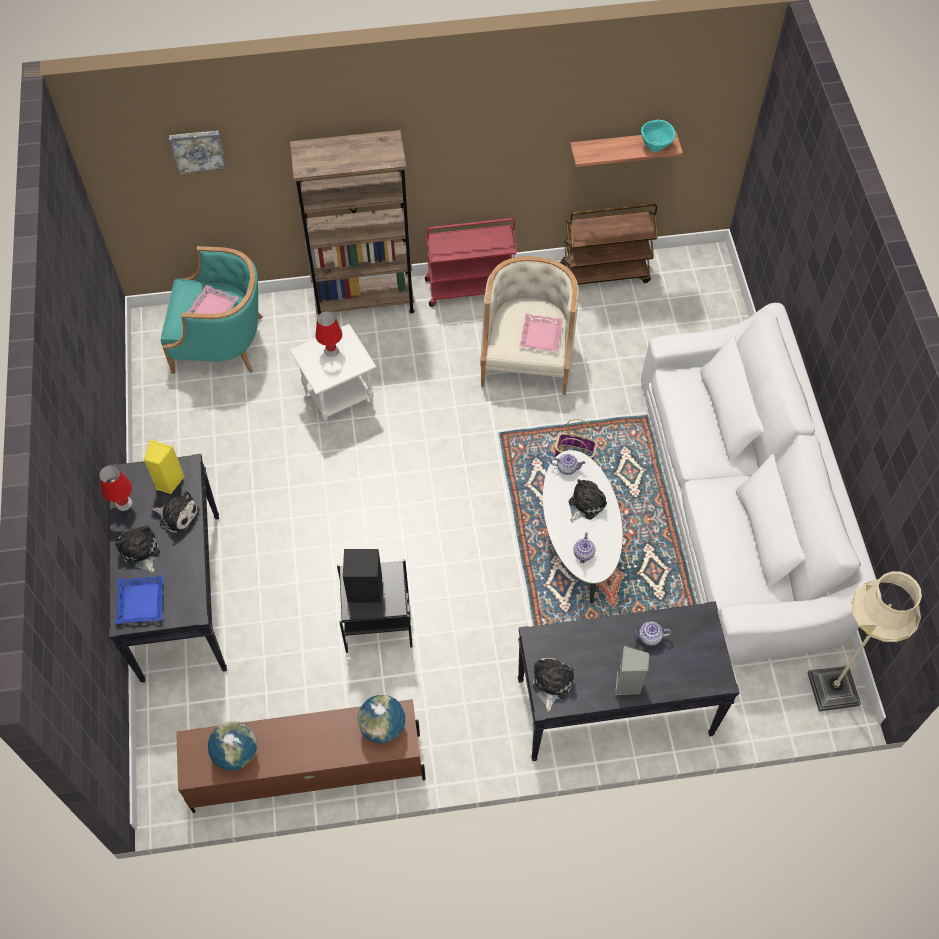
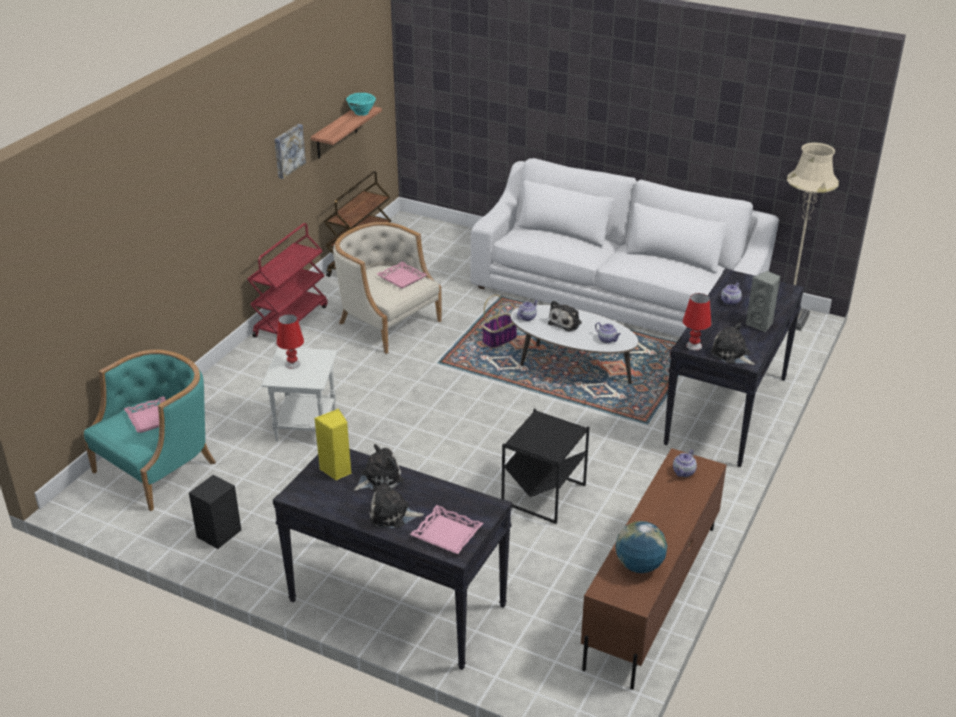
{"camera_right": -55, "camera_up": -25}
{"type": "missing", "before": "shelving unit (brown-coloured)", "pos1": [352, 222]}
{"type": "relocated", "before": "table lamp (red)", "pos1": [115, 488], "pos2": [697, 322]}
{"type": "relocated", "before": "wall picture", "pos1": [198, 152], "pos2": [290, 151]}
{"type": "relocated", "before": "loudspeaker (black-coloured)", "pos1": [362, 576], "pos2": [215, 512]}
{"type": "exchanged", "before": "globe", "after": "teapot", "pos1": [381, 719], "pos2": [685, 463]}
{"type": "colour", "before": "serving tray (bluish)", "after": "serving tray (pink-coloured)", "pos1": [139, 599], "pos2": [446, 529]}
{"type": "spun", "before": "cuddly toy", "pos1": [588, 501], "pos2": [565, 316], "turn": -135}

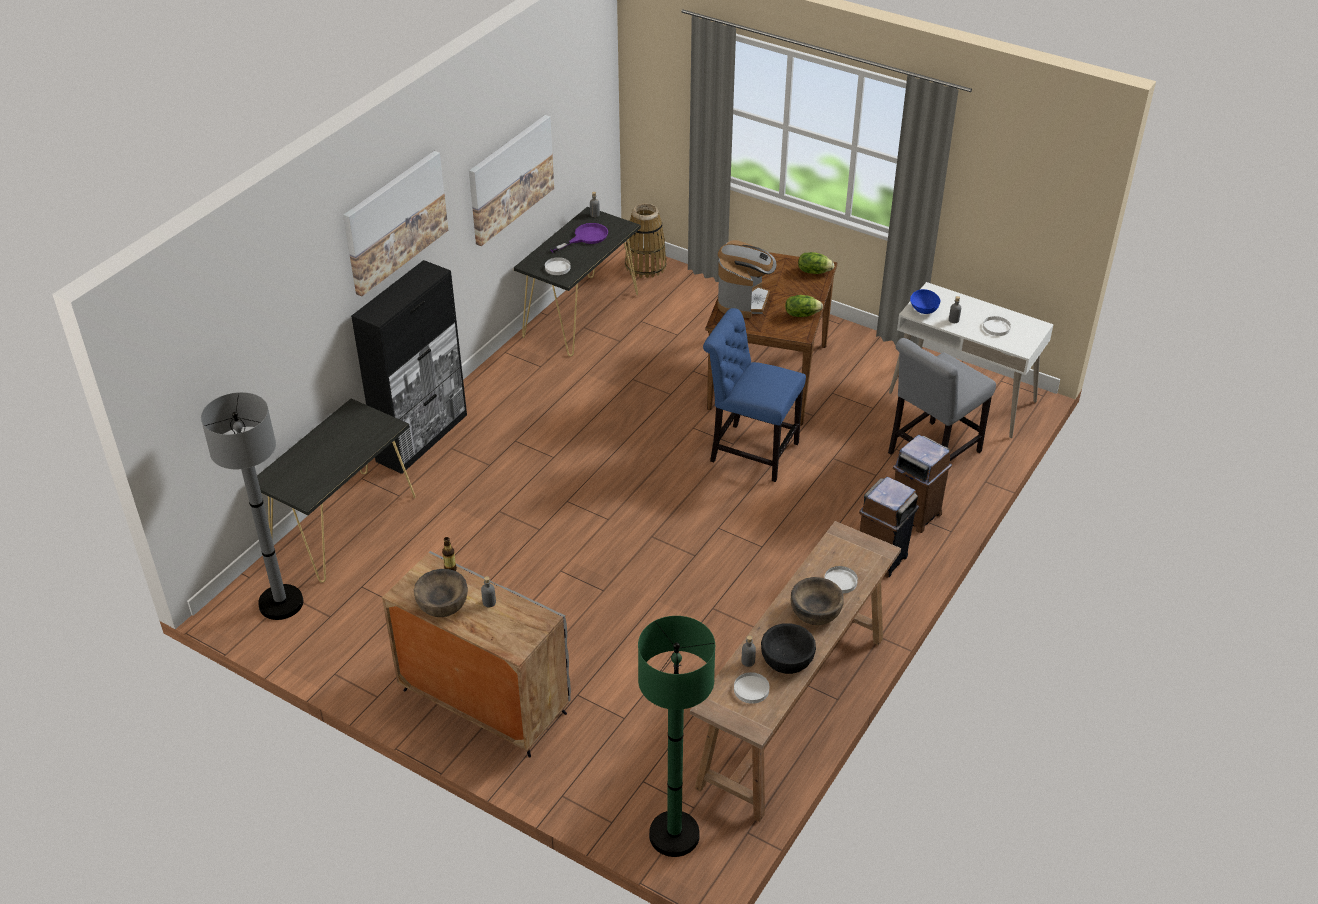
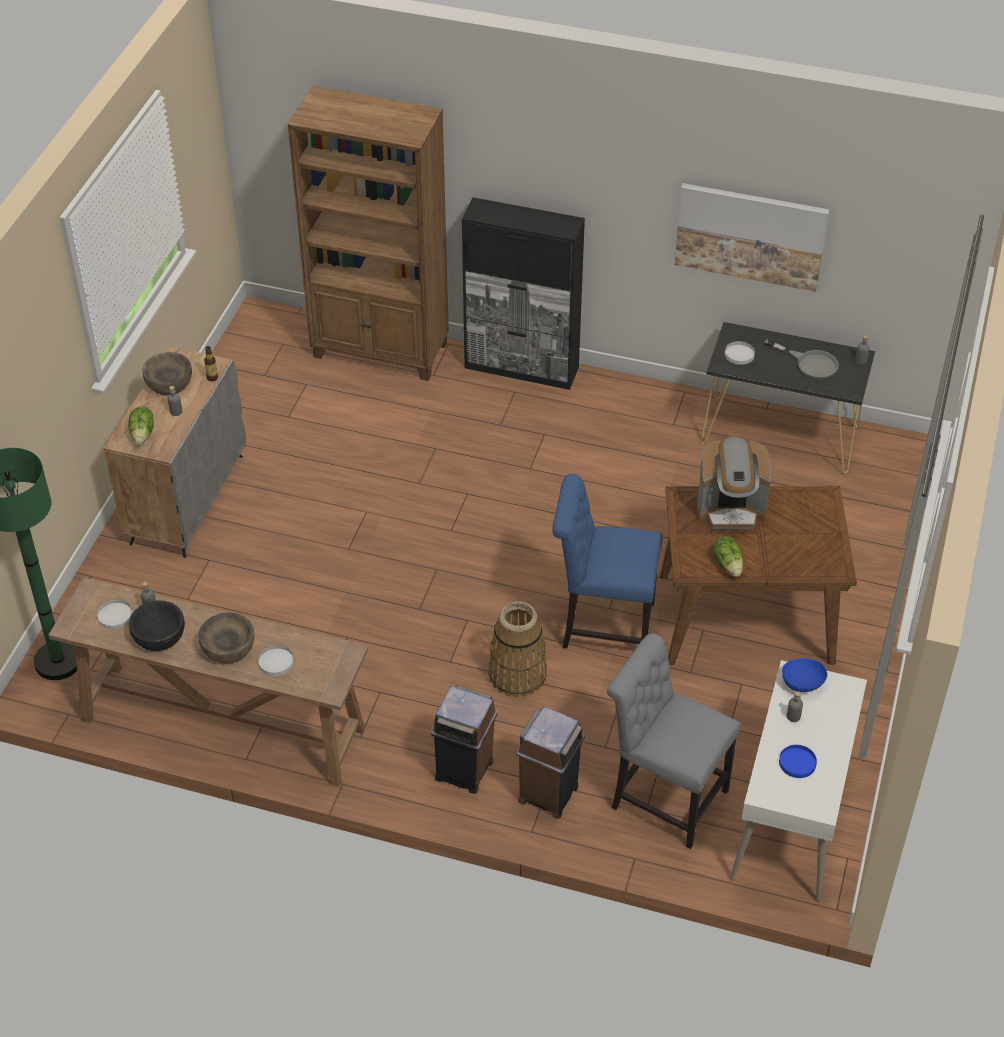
{"camera_right": 75, "camera_up": 5}
{"type": "missing", "before": "standard lamp (greyish)", "pos1": [252, 506]}
{"type": "missing", "before": "wall picture", "pos1": [395, 224]}
{"type": "relocated", "before": "basket", "pos1": [645, 240], "pos2": [517, 649]}
{"type": "relocated", "before": "lettuce", "pos1": [816, 263], "pos2": [141, 425]}
{"type": "exchanged", "before": "console table (black-coloured)", "after": "shelving unit (brown-coloured)", "pos1": [336, 490], "pos2": [368, 233]}
{"type": "colour", "before": "skillet (purplish)", "after": "skillet (greyish)", "pos1": [579, 238], "pos2": [801, 359]}
{"type": "colour", "before": "flat dish (whitish)", "after": "flat dish (bluish)", "pos1": [997, 326], "pos2": [798, 761]}
{"type": "spun", "before": "upright chair (bluish)", "pos1": [754, 395], "pos2": [607, 561], "turn": -90}

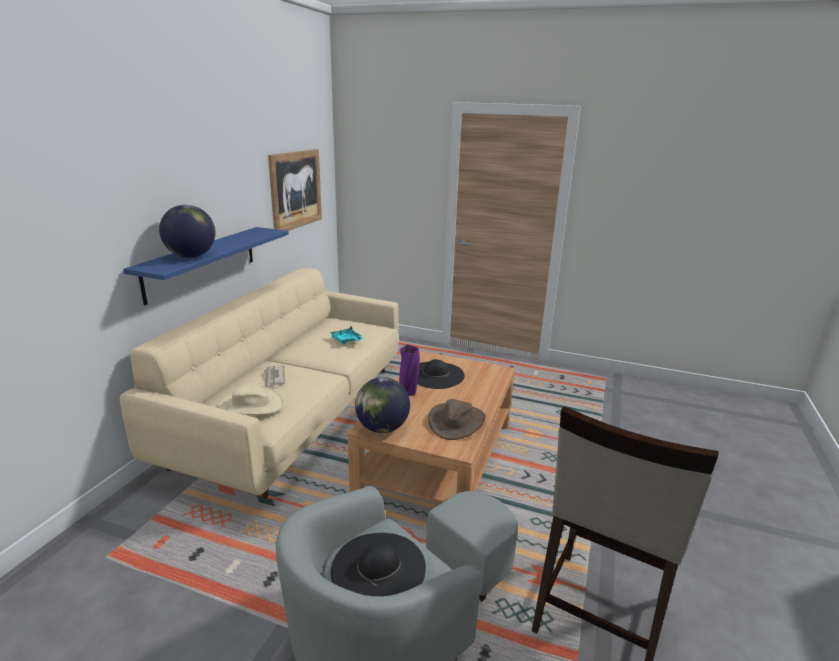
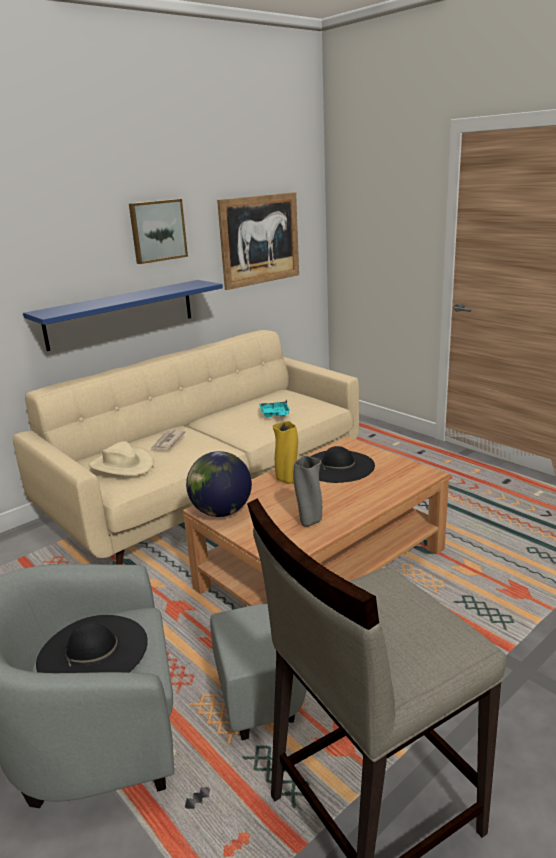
{"camera_right": 30, "camera_up": 0}
{"type": "missing", "before": "globe", "pos1": [187, 231]}
{"type": "appeared", "after": "wall picture", "pos2": [158, 231]}
{"type": "exchanged", "before": "wearable hat (brown-coloured)", "after": "vase (greyish)", "pos1": [457, 419], "pos2": [307, 491]}
{"type": "colour", "before": "vase (purplish)", "after": "vase (yellowish)", "pos1": [409, 370], "pos2": [285, 452]}

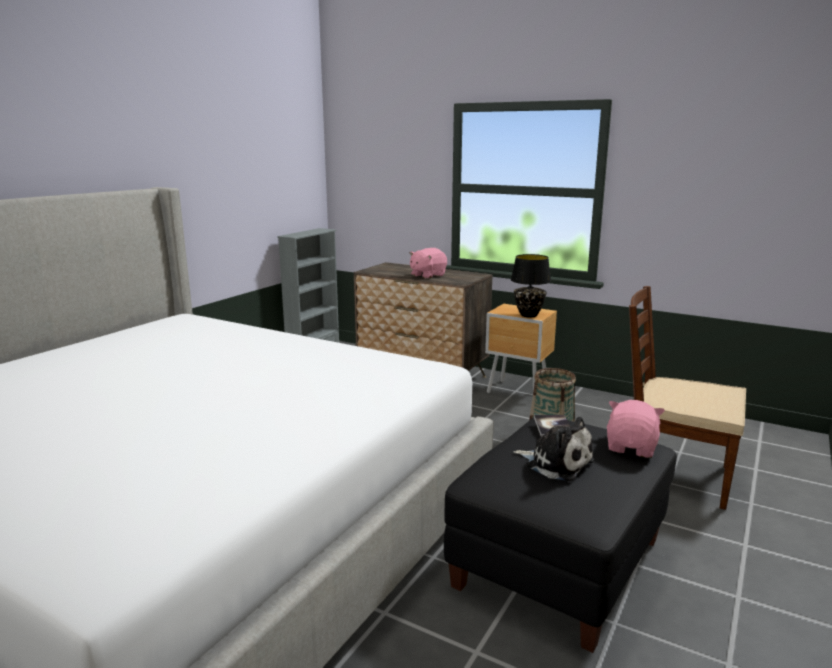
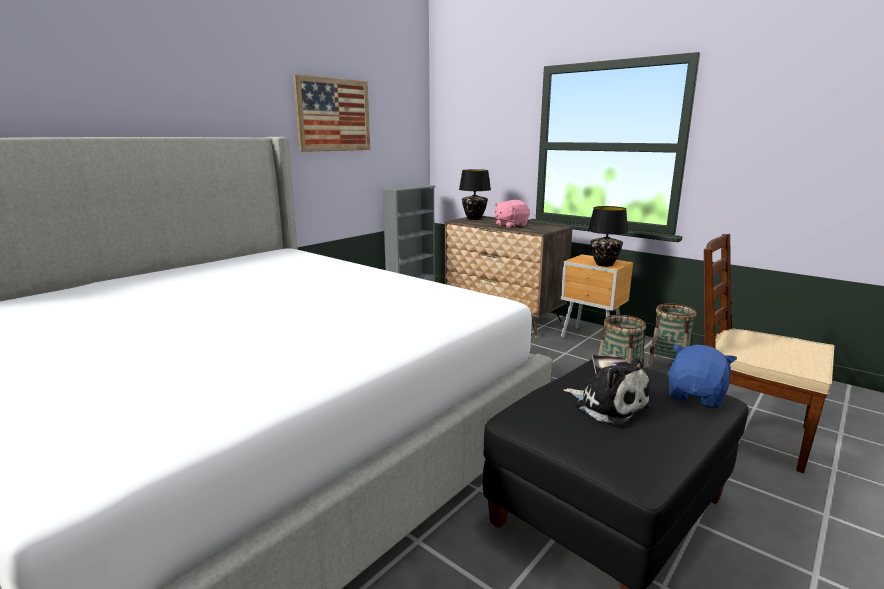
{"camera_right": 10, "camera_up": 0}
{"type": "appeared", "after": "wall picture", "pos2": [331, 113]}
{"type": "appeared", "after": "table lamp (black-coloured)", "pos2": [475, 194]}
{"type": "appeared", "after": "basket", "pos2": [671, 335]}
{"type": "colour", "before": "cuddly toy (pink-coloured)", "after": "cuddly toy (bluish)", "pos1": [636, 429], "pos2": [702, 377]}

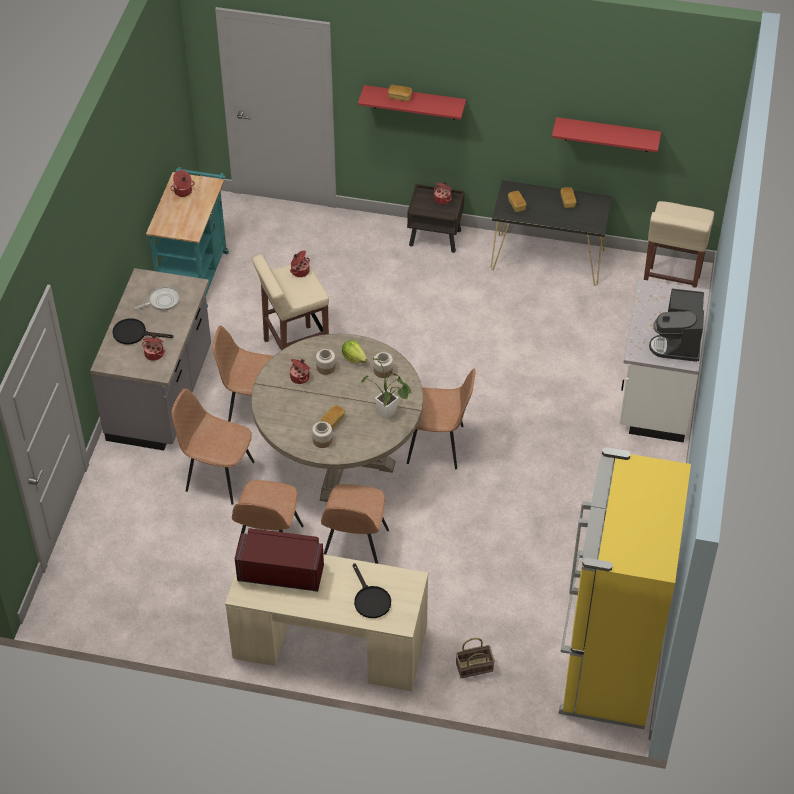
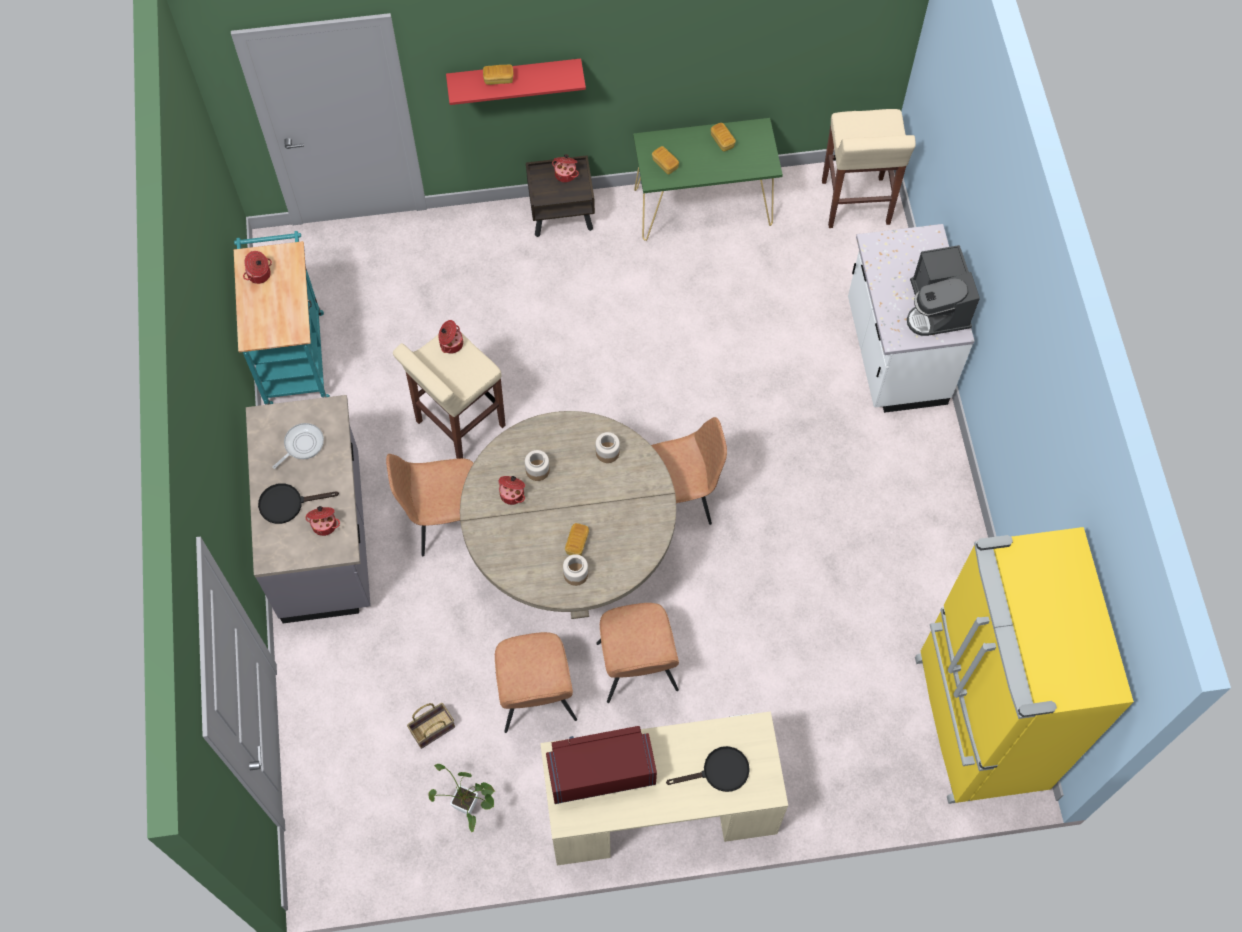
{"camera_right": -20, "camera_up": 15}
{"type": "missing", "before": "upright chair (brown-coloured)", "pos1": [213, 446]}
{"type": "missing", "before": "lettuce", "pos1": [354, 351]}
{"type": "missing", "before": "bracket shelf (red)", "pos1": [606, 135]}
{"type": "relocated", "before": "houseplant", "pos1": [386, 388], "pos2": [461, 798]}
{"type": "relocated", "before": "basket", "pos1": [475, 658], "pos2": [431, 726]}
{"type": "colour", "before": "console table (black-coloured)", "after": "console table (green-coloured)", "pos1": [551, 233], "pos2": [708, 179]}
{"type": "spun", "before": "skillet (black-coloured)", "pos1": [372, 590], "pos2": [708, 769], "turn": -60}

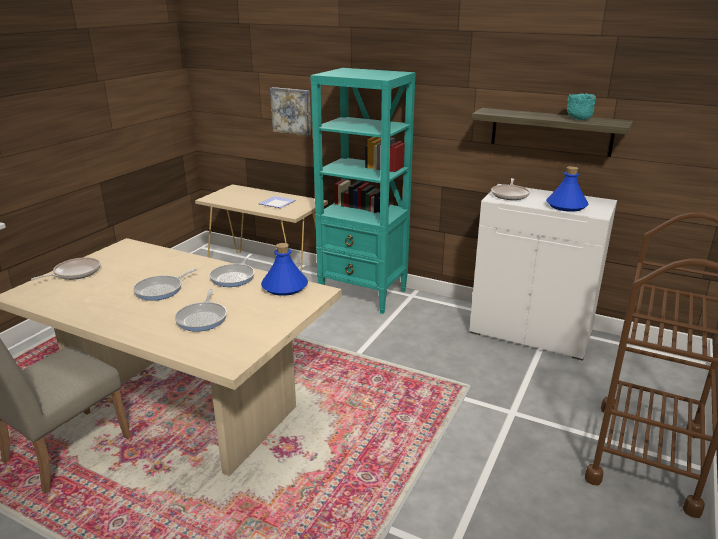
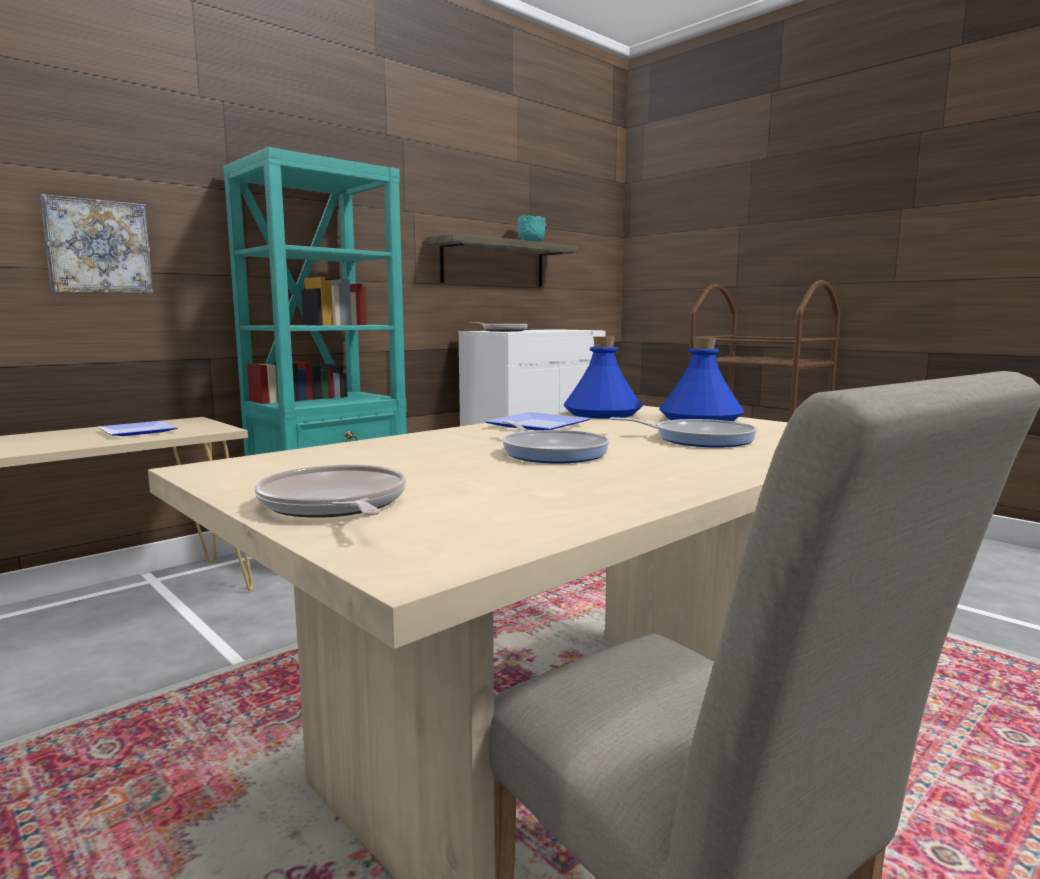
{"camera_right": -70, "camera_up": -15}
{"type": "relocated", "before": "bottle (bluish)", "pos1": [567, 189], "pos2": [701, 379]}
{"type": "exchanged", "before": "skillet", "after": "flat dish", "pos1": [232, 270], "pos2": [537, 421]}

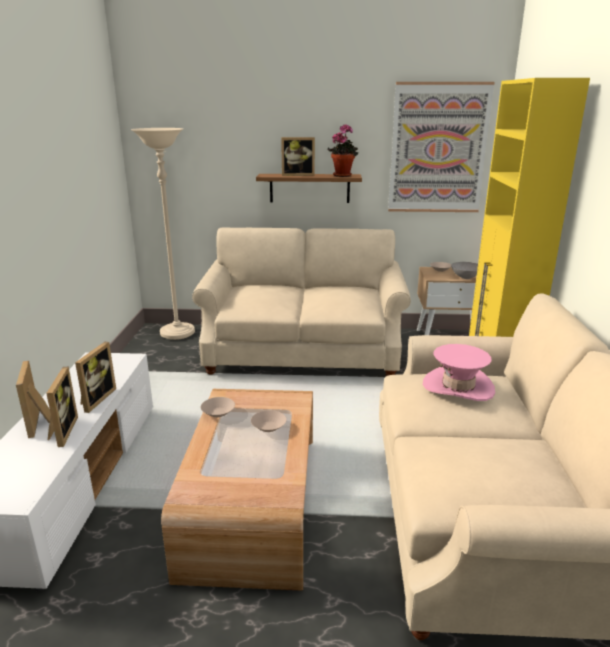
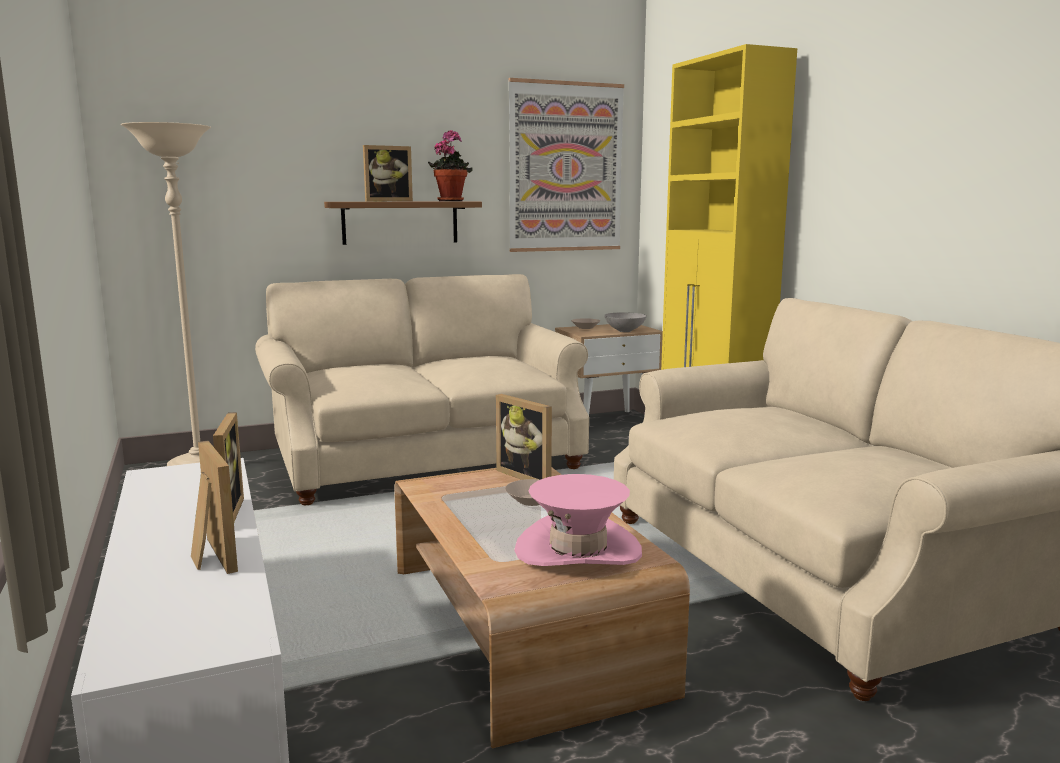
{"camera_right": -25, "camera_up": -10}
{"type": "missing", "before": "deep dish (beige)", "pos1": [218, 407]}
{"type": "relocated", "before": "standing frame", "pos1": [33, 399], "pos2": [524, 437]}
{"type": "relocated", "before": "wearable hat (pink-coloured)", "pos1": [459, 372], "pos2": [578, 520]}

